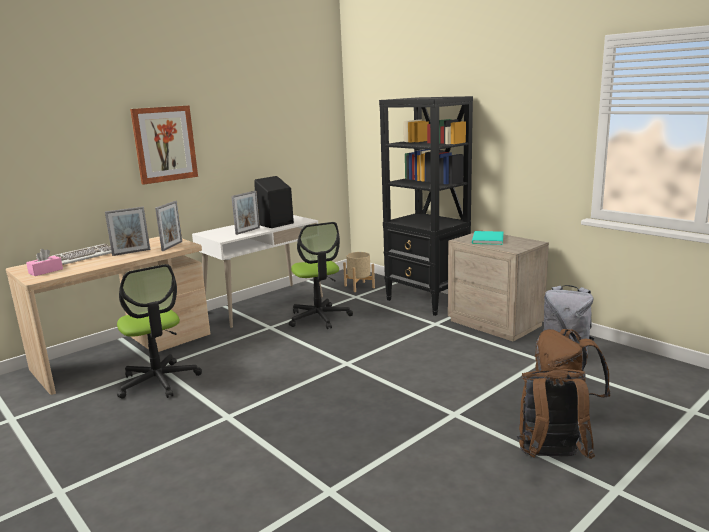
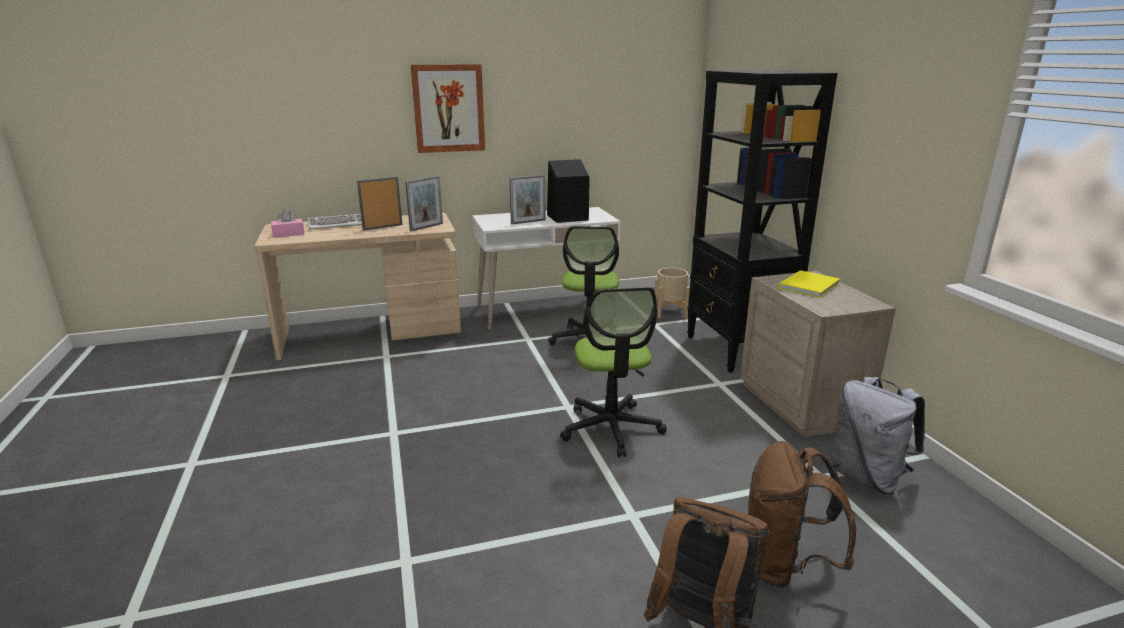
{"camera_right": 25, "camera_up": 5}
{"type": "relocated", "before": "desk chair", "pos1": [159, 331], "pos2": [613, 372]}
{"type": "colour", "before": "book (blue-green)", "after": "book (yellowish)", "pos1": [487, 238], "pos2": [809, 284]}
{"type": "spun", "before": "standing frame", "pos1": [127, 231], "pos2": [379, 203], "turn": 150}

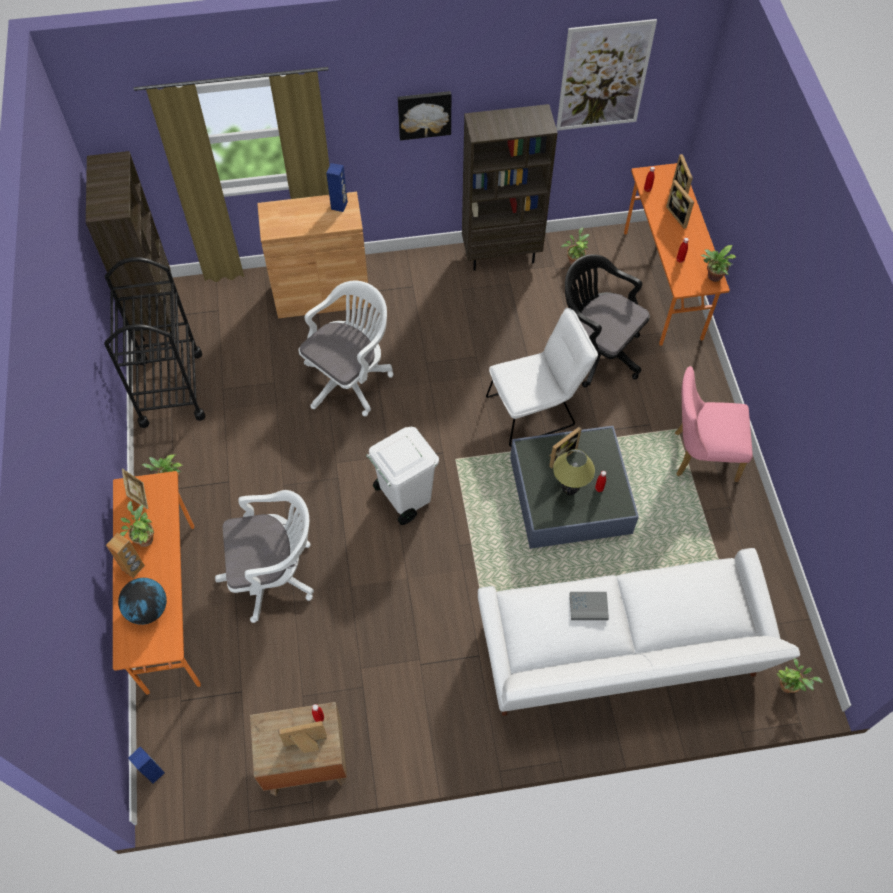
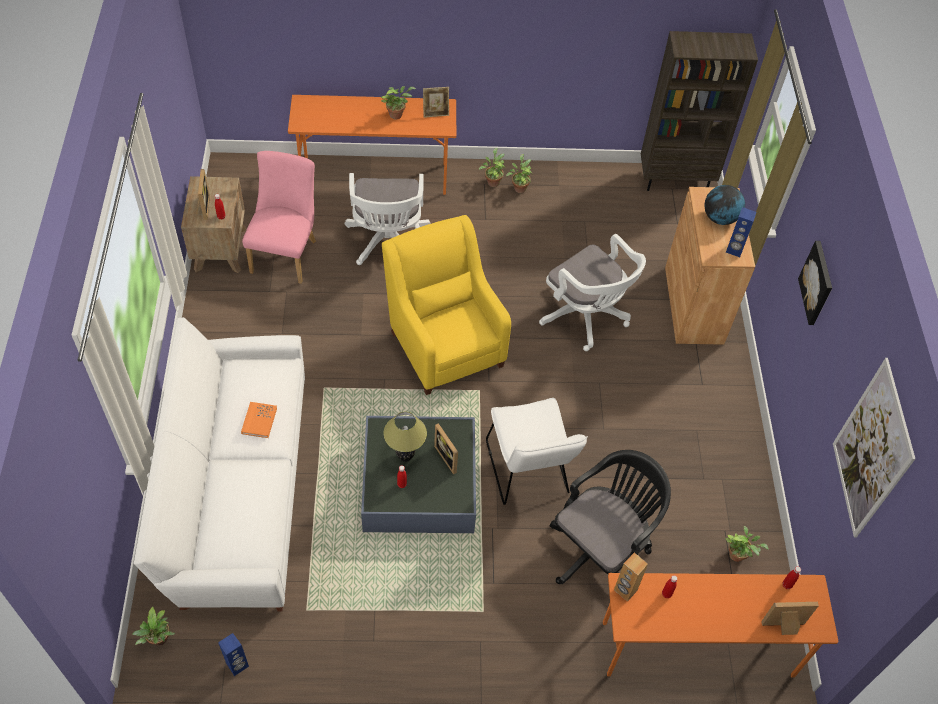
{"camera_right": 95, "camera_up": -5}
{"type": "missing", "before": "trolley (black-coloured)", "pos1": [154, 342]}
{"type": "missing", "before": "shelving unit (brown-coloured)", "pos1": [510, 187]}
{"type": "missing", "before": "standing frame", "pos1": [680, 204]}
{"type": "relocated", "before": "loudspeaker (brown-coloured)", "pos1": [125, 555], "pos2": [631, 576]}
{"type": "relocated", "before": "globe", "pos1": [142, 601], "pos2": [724, 205]}
{"type": "relocated", "before": "loudspeaker (bluish)", "pos1": [146, 765], "pos2": [233, 654]}
{"type": "relocated", "before": "upright chair (pink-coloured)", "pos1": [714, 424], "pos2": [279, 217]}
{"type": "relocated", "before": "houseplant", "pos1": [718, 263], "pos2": [519, 173]}
{"type": "exchanged", "before": "trash can (whitish)", "after": "lounge chair (yellowish)", "pos1": [402, 476], "pos2": [446, 305]}
{"type": "colour", "before": "book (greyish)", "after": "book (orangey)", "pos1": [589, 606], "pos2": [259, 420]}

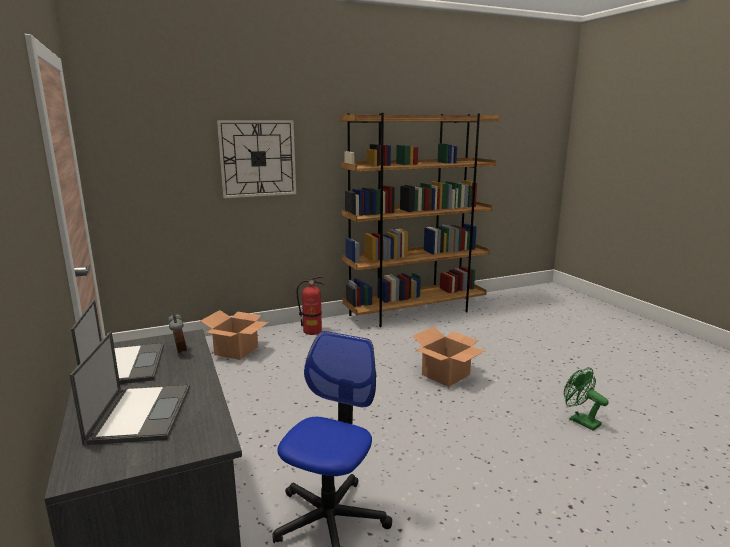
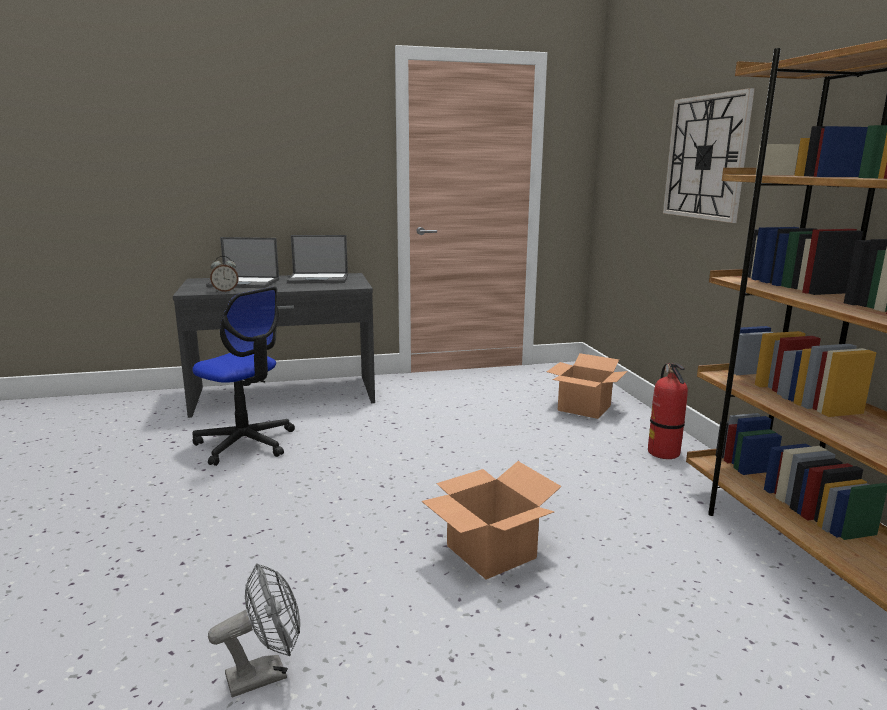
{"camera_right": 100, "camera_up": 0}
{"type": "relocated", "before": "table clock", "pos1": [177, 333], "pos2": [224, 274]}
{"type": "colour", "before": "electric fan (green-coloured)", "after": "electric fan (greyish)", "pos1": [586, 399], "pos2": [254, 630]}

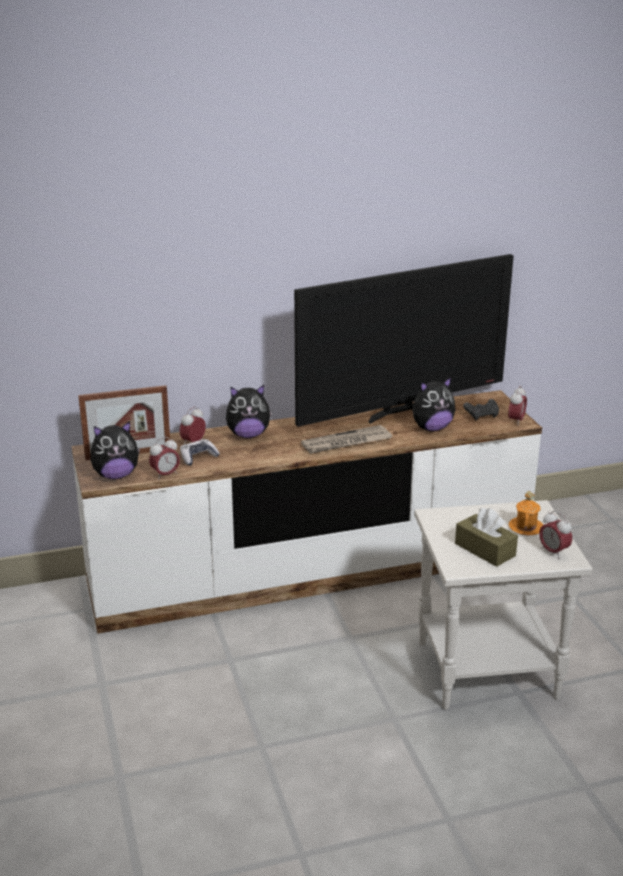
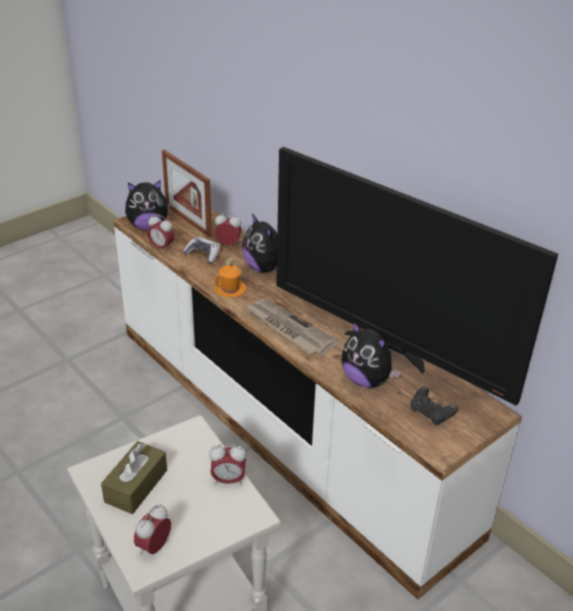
{"camera_right": 65, "camera_up": 10}
{"type": "relocated", "before": "table clock", "pos1": [517, 406], "pos2": [227, 464]}
{"type": "relocated", "before": "mug (orangey)", "pos1": [525, 513], "pos2": [230, 277]}
{"type": "spun", "before": "cuddly toy", "pos1": [115, 450], "pos2": [147, 205], "turn": -60}

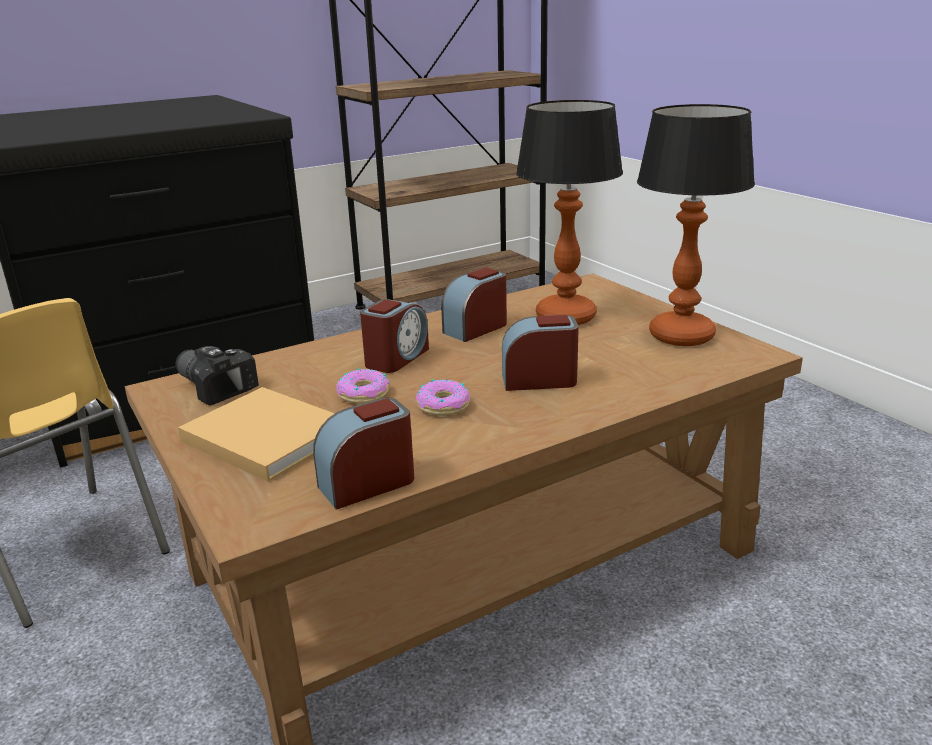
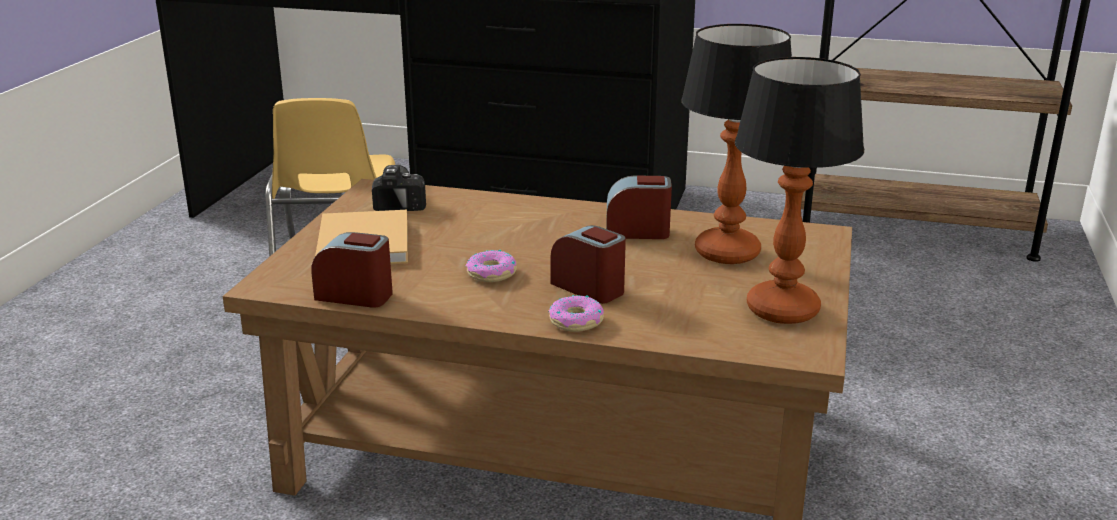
{"camera_right": 45, "camera_up": 0}
{"type": "missing", "before": "table clock", "pos1": [394, 336]}
{"type": "relocated", "before": "donut", "pos1": [363, 386], "pos2": [576, 313]}

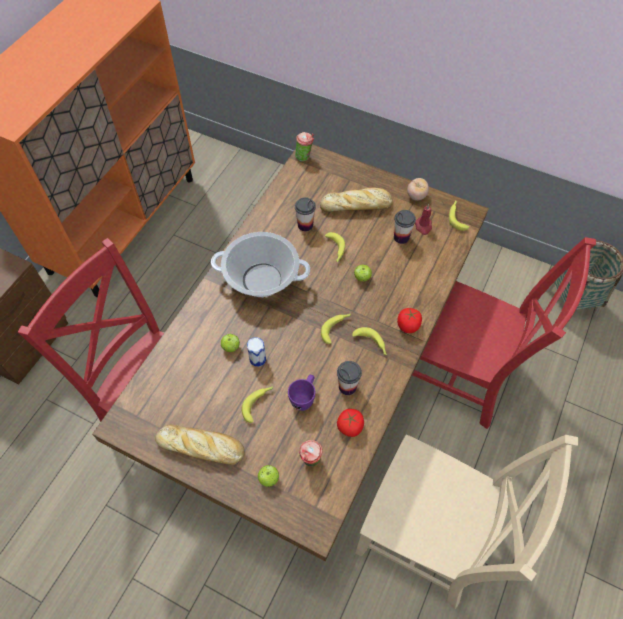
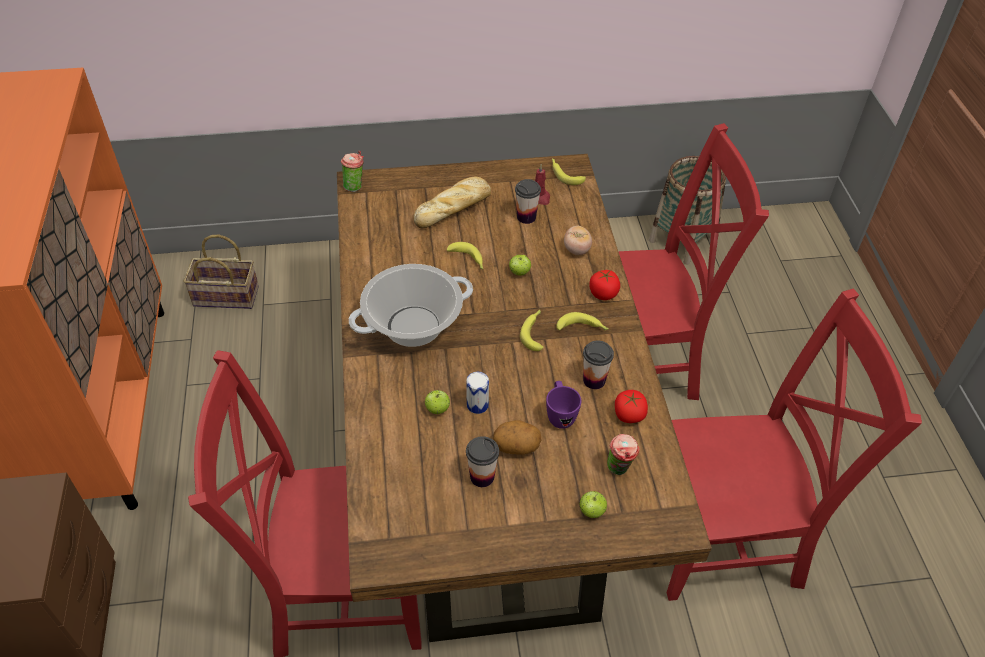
{"camera_right": -35, "camera_up": -10}
{"type": "missing", "before": "baked bread", "pos1": [199, 444]}
{"type": "appeared", "after": "basket", "pos2": [221, 272]}
{"type": "relocated", "before": "cup", "pos1": [305, 214], "pos2": [482, 461]}
{"type": "relocated", "before": "whole tomato", "pos1": [418, 189], "pos2": [578, 240]}
{"type": "exchanged", "before": "banana", "after": "potato", "pos1": [257, 404], "pos2": [517, 437]}
{"type": "colour", "before": "upright chair (beige)", "after": "upright chair (red)", "pos1": [466, 521], "pos2": [794, 445]}

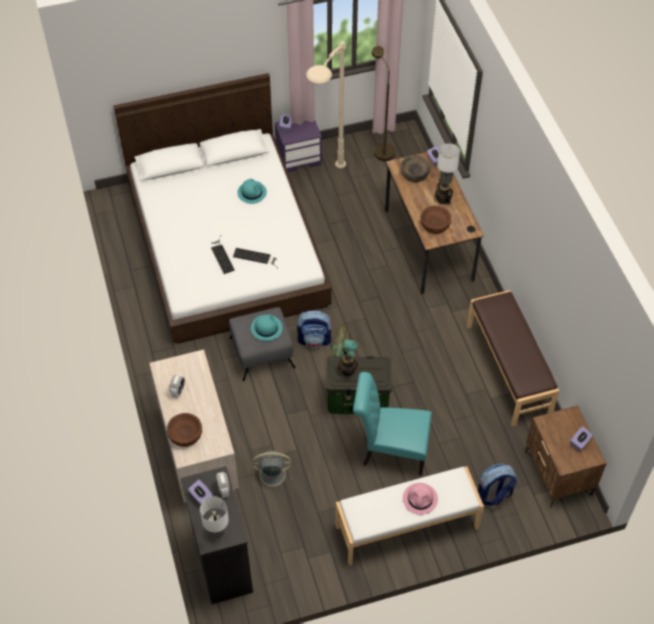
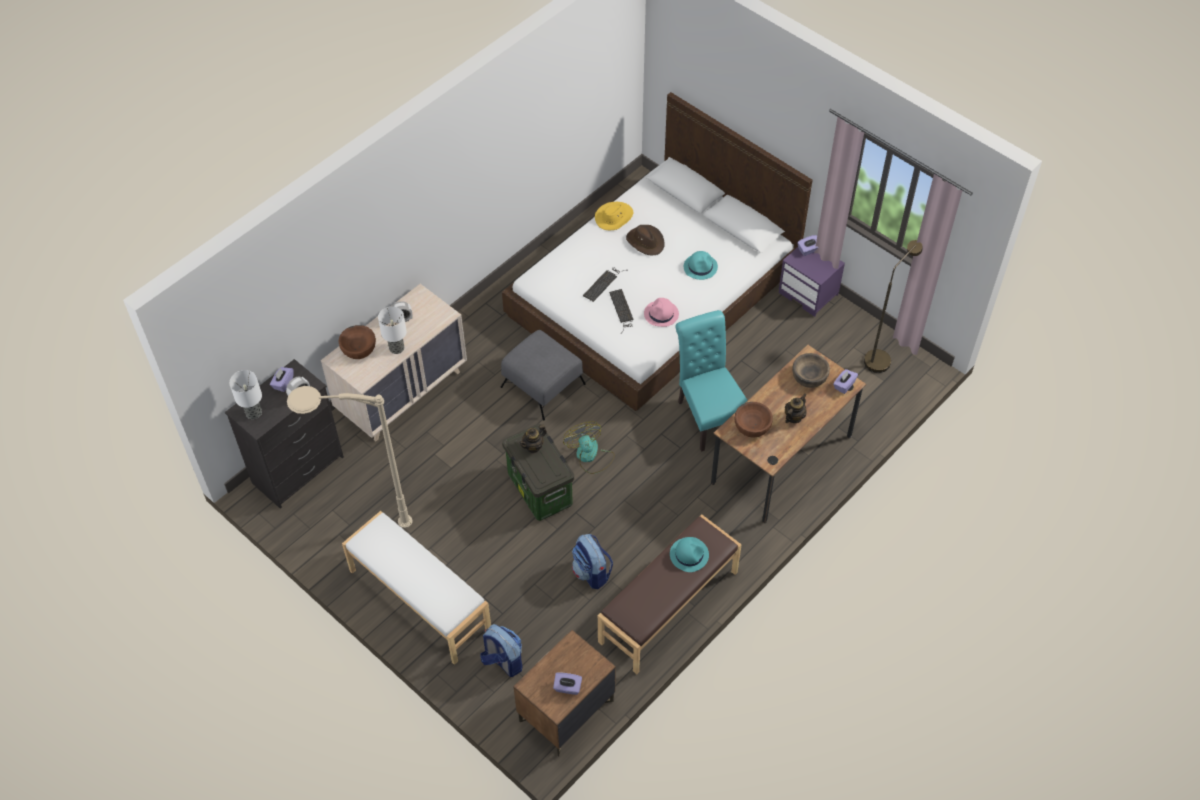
{"camera_right": 60, "camera_up": 0}
{"type": "missing", "before": "electric fan (greyish)", "pos1": [272, 471]}
{"type": "appeared", "after": "wearable hat (yellowish)", "pos2": [614, 216]}
{"type": "appeared", "after": "wearable hat (brown-coloured)", "pos2": [645, 240]}
{"type": "relocated", "before": "wearable hat (blue-green)", "pos1": [267, 327], "pos2": [689, 554]}
{"type": "relocated", "before": "knapsack", "pos1": [314, 329], "pos2": [592, 561]}
{"type": "relocated", "before": "standard lamp (beige)", "pos1": [326, 105], "pos2": [350, 457]}
{"type": "relocated", "before": "upright chair (blue-green)", "pos1": [392, 424], "pos2": [711, 381]}
{"type": "relocated", "before": "wearable hat (pink-coloured)", "pos1": [420, 499], "pos2": [661, 312]}
{"type": "relocated", "before": "table lamp", "pos1": [448, 163], "pos2": [392, 330]}

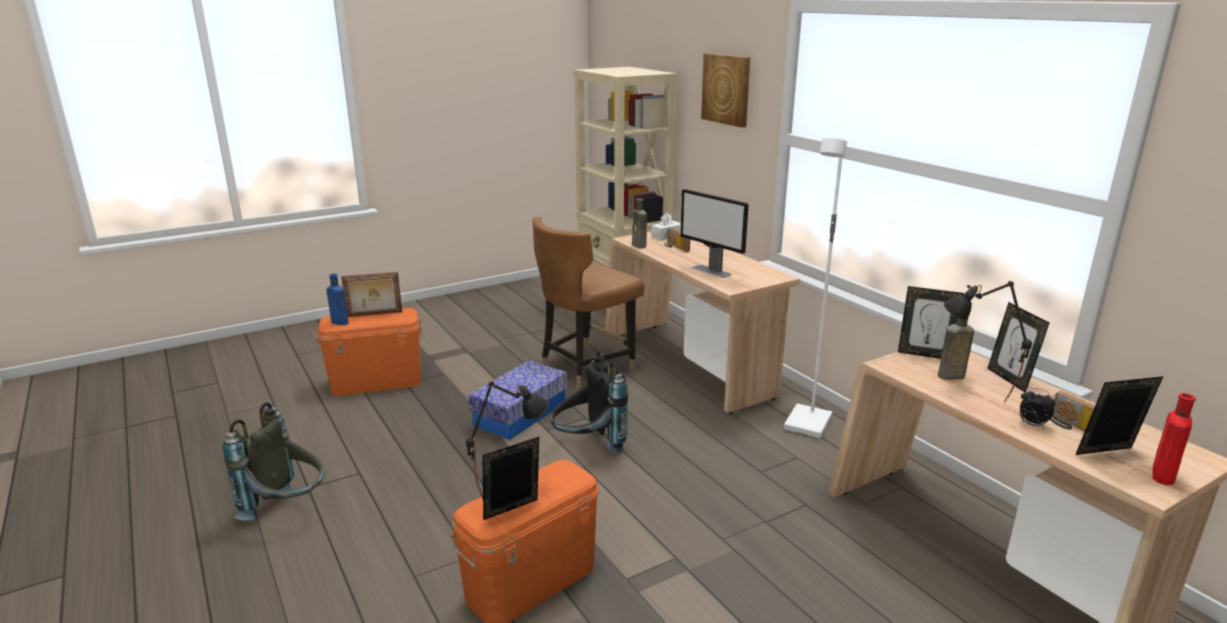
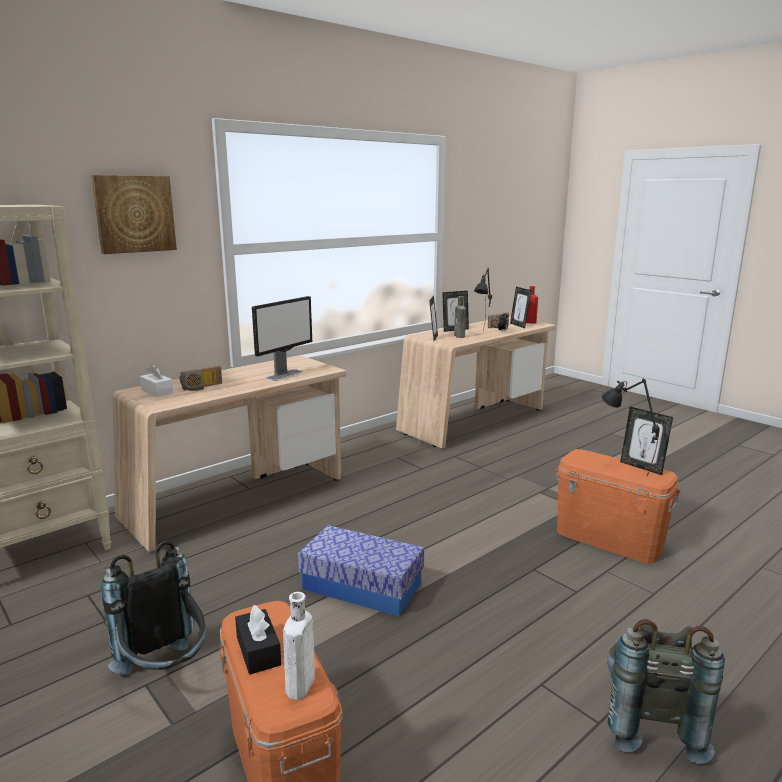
{"camera_right": -100, "camera_up": -5}
{"type": "missing", "before": "upright chair (brown-coloured)", "pos1": [588, 302]}
{"type": "missing", "before": "bottle (brown-coloured)", "pos1": [639, 223]}
{"type": "missing", "before": "standard lamp (whitish)", "pos1": [815, 288]}
{"type": "relocated", "before": "knapsack (black-coloured)", "pos1": [589, 402], "pos2": [153, 607]}
{"type": "exchanged", "before": "standing frame", "after": "tissue box (black-coloured)", "pos1": [371, 294], "pos2": [258, 640]}
{"type": "colour", "before": "bottle (bluish)", "after": "bottle (whitish)", "pos1": [337, 299], "pos2": [299, 646]}

